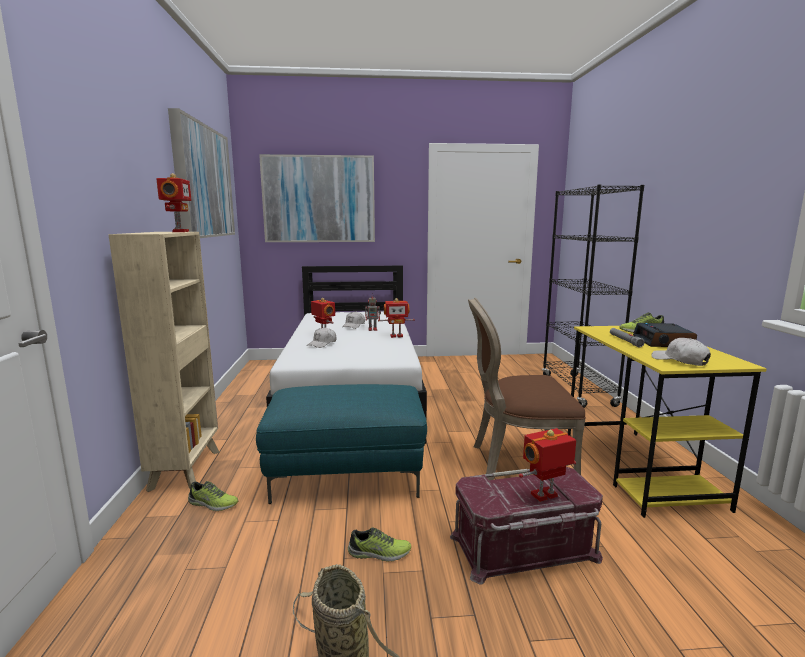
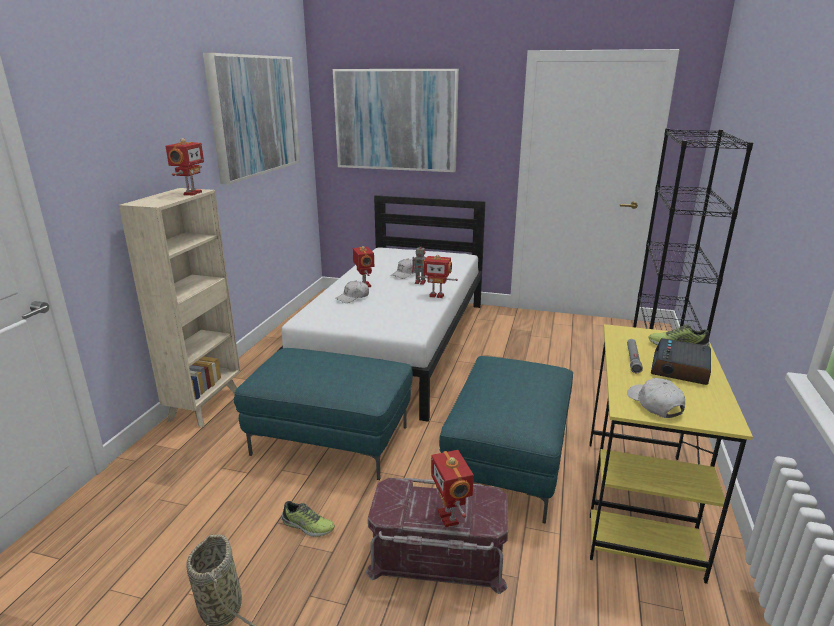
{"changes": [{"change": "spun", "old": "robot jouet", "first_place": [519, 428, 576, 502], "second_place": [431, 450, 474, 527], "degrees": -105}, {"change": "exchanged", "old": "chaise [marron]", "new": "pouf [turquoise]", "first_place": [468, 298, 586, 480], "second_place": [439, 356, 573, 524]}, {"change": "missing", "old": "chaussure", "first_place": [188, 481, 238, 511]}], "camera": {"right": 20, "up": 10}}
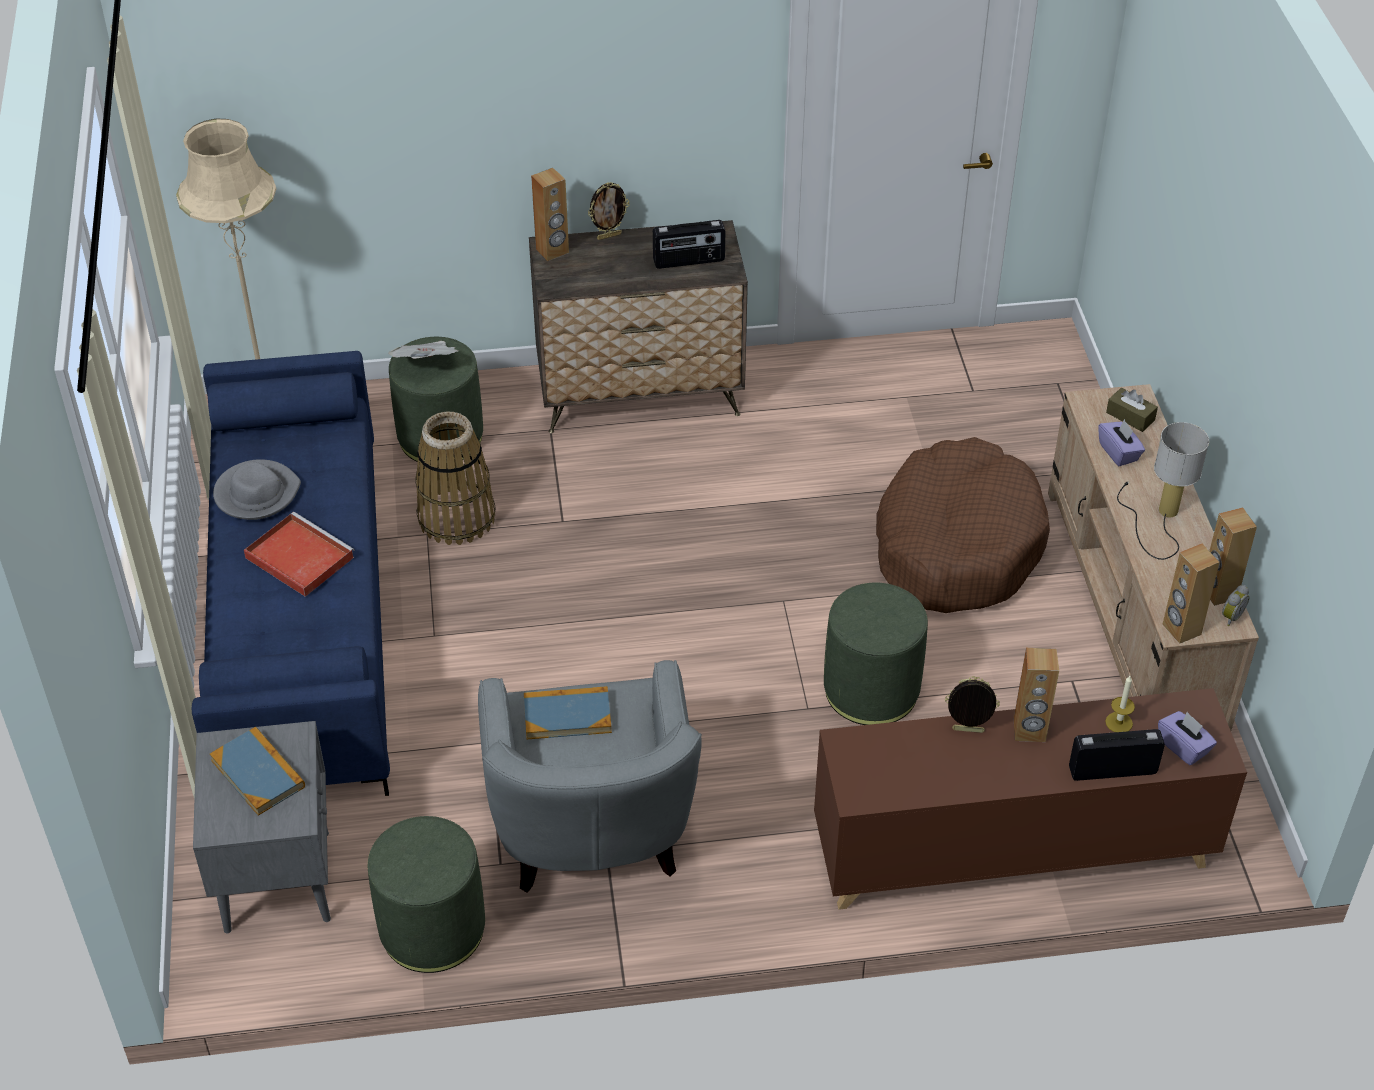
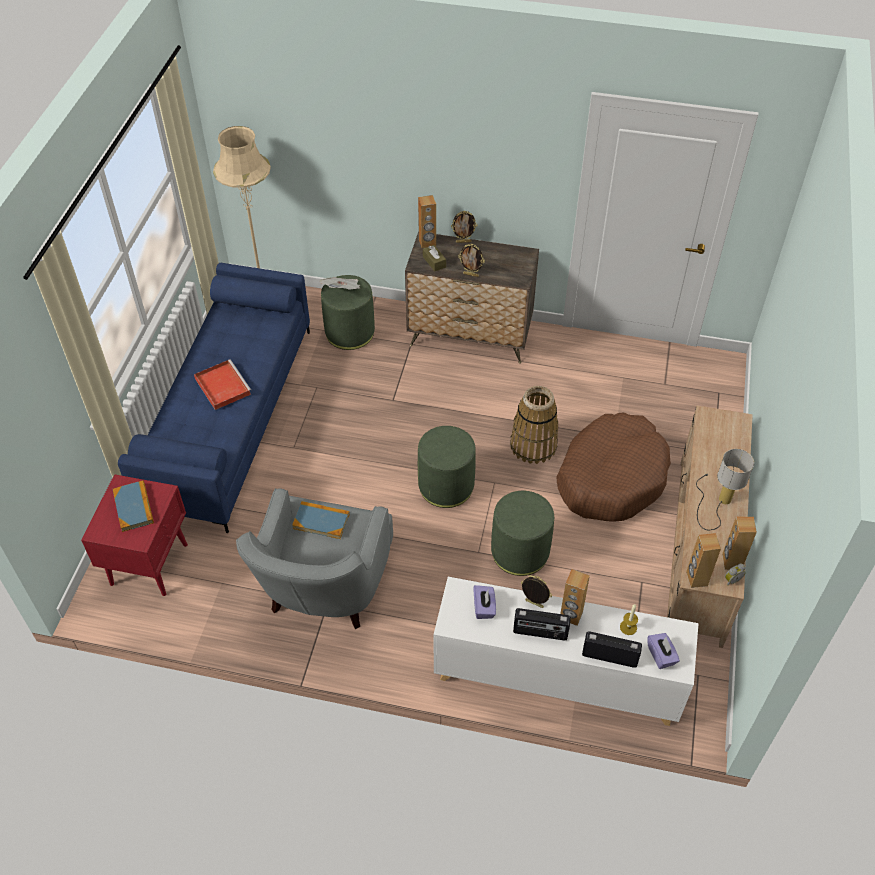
{"changes": [{"change": "colour", "old": "table de chevet [gris]", "new": "table de chevet [rouge]", "first_place": [193, 721, 331, 933], "second_place": [81, 474, 188, 596]}, {"change": "relocated", "old": "pouf [vert]", "first_place": [368, 816, 485, 973], "second_place": [418, 426, 476, 508]}, {"change": "relocated", "old": "boîte à mouchoirs [marron]", "first_place": [1106, 388, 1158, 432], "second_place": [423, 245, 446, 272]}, {"change": "colour", "old": "meuble de rangement [marron]", "new": "meuble de rangement [blanc]", "first_place": [814, 688, 1247, 910], "second_place": [434, 577, 699, 726]}, {"change": "appeared", "new": "cadre photo", "second_place": [458, 244, 485, 277]}, {"change": "relocated", "old": "boîte à mouchoirs [violet]", "first_place": [1098, 419, 1145, 466], "second_place": [474, 585, 496, 619]}, {"change": "relocated", "old": "panier", "first_place": [415, 412, 496, 545], "second_place": [510, 386, 558, 464]}, {"change": "relocated", "old": "radio", "first_place": [653, 220, 725, 269], "second_place": [513, 608, 571, 640]}, {"change": "missing", "old": "chapeau [gris]", "first_place": [213, 459, 301, 520]}], "camera": {"right": 20, "up": 5}}
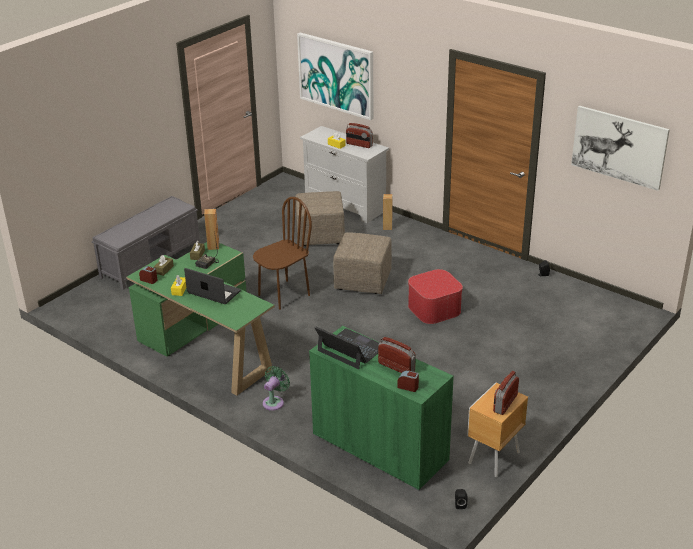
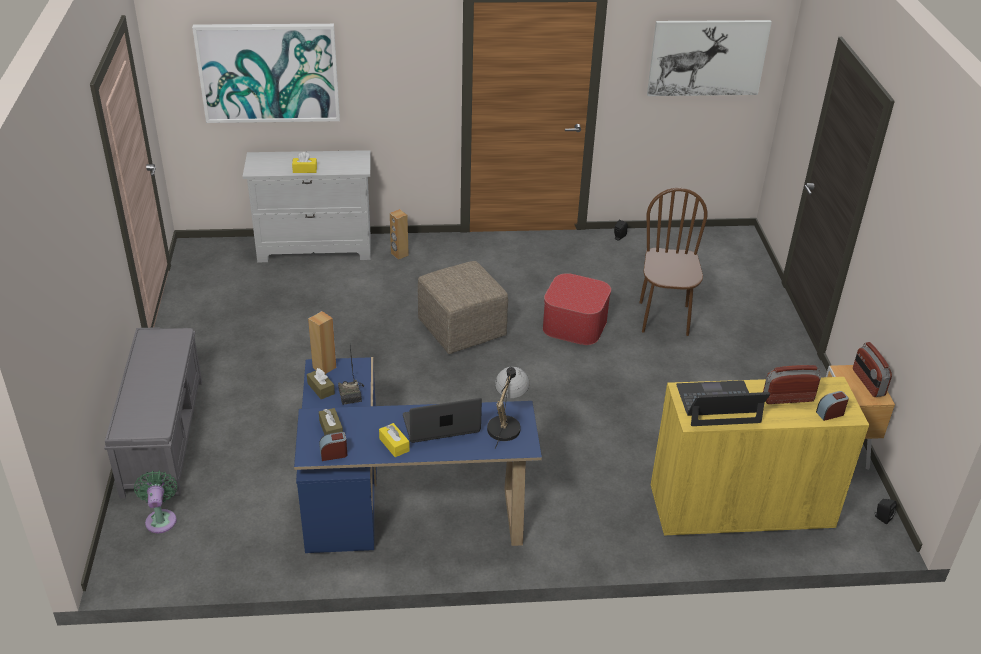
{"changes": [{"change": "relocated", "old": "ventilateur [vert]", "first_place": [263, 366, 290, 411], "second_place": [134, 471, 177, 533]}, {"change": "colour", "old": "bureau [vert]", "new": "bureau [bleu]", "first_place": [126, 242, 275, 395], "second_place": [294, 357, 542, 553]}, {"change": "appeared", "new": "lampe de table", "second_place": [487, 367, 530, 449]}, {"change": "relocated", "old": "chaise [marron]", "first_place": [253, 197, 312, 310], "second_place": [640, 188, 707, 336]}, {"change": "colour", "old": "meuble de rangement [vert]", "new": "meuble de rangement [jaune]", "first_place": [309, 326, 454, 491], "second_place": [651, 377, 869, 537]}, {"change": "missing", "old": "pouf [beige]", "first_place": [295, 191, 345, 246]}, {"change": "missing", "old": "radio", "first_place": [346, 123, 373, 148]}], "camera": {"right": -45, "up": 5}}
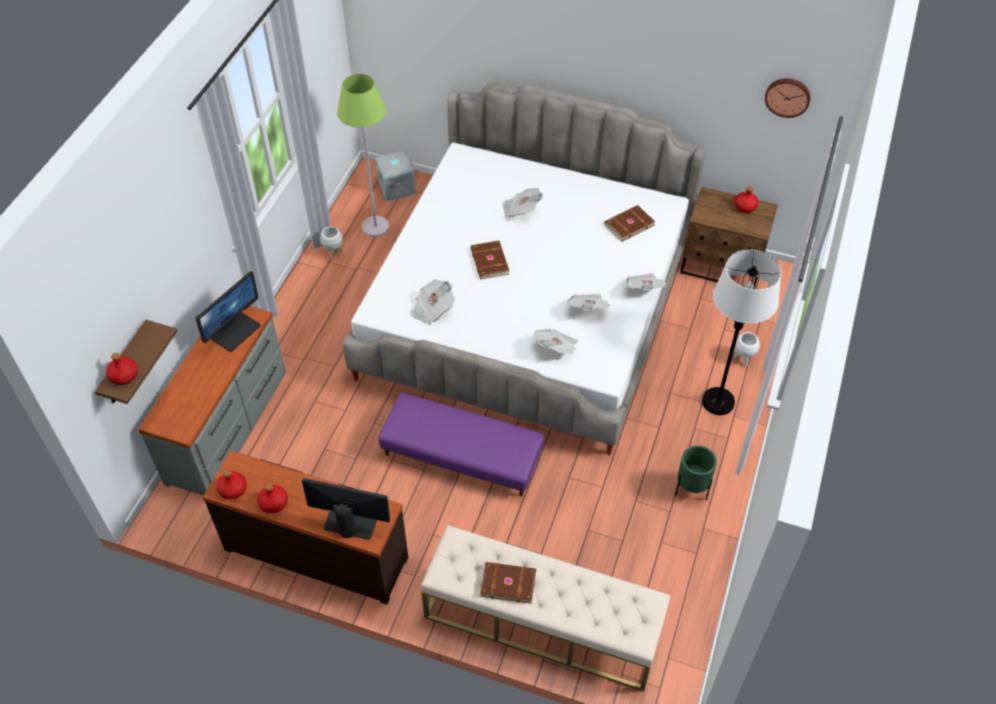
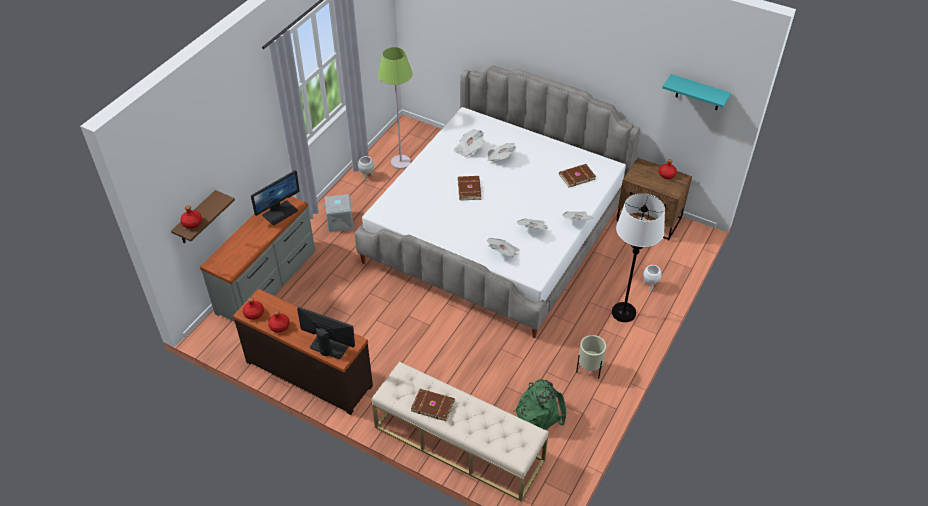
{"changes": [{"change": "relocated", "old": "boîte de rangement [gris]", "first_place": [375, 151, 416, 201], "second_place": [324, 194, 354, 232]}, {"change": "relocated", "old": "journal", "first_place": [410, 279, 455, 325], "second_place": [454, 129, 484, 157]}, {"change": "appeared", "new": "sac à dos [vert]", "second_place": [513, 379, 566, 430]}, {"change": "colour", "old": "cache-pot [vert]", "new": "cache-pot [beige]", "first_place": [675, 445, 717, 500], "second_place": [576, 335, 606, 379]}, {"change": "exchanged", "old": "horloge murale", "new": "étagère [turquoise]", "first_place": [765, 78, 810, 118], "second_place": [662, 74, 731, 110]}, {"change": "missing", "old": "pouf [violet]", "first_place": [378, 393, 544, 496]}], "camera": {"right": 10, "up": -5}}
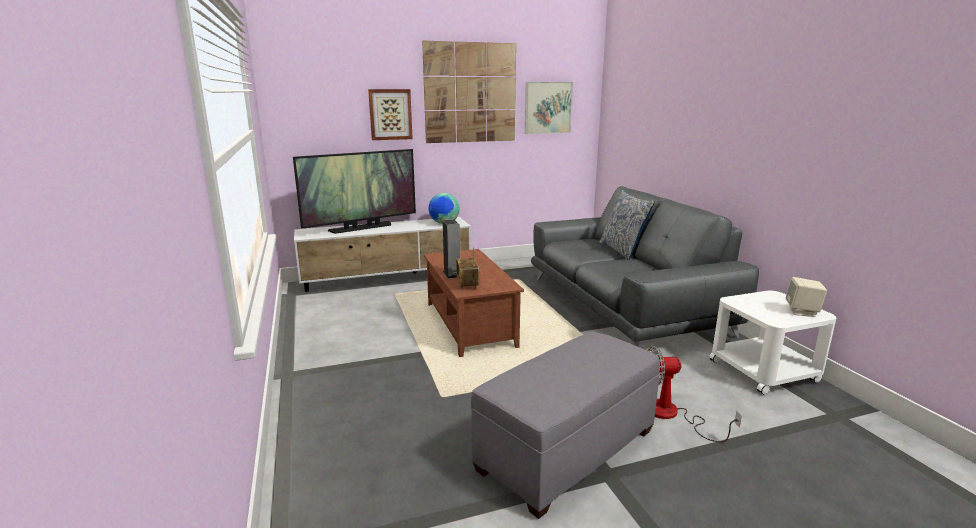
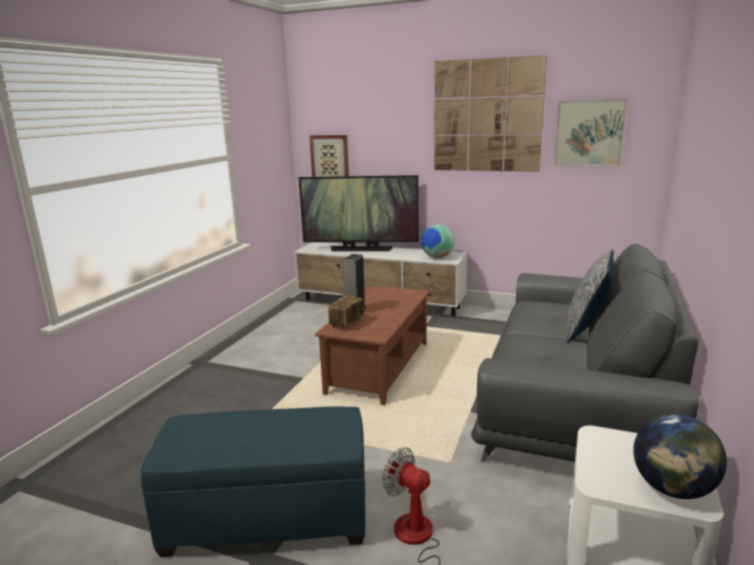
{"changes": [{"change": "colour", "old": "pouf [gris]", "new": "pouf [bleu]", "first_place": [471, 332, 660, 519], "second_place": [140, 406, 365, 557]}, {"change": "relocated", "old": "tableau", "first_place": [368, 89, 413, 140], "second_place": [310, 135, 349, 177]}, {"change": "exchanged", "old": "enceinte [beige]", "new": "globe", "first_place": [786, 277, 827, 317], "second_place": [633, 414, 727, 499]}], "camera": {"right": 40, "up": 0}}
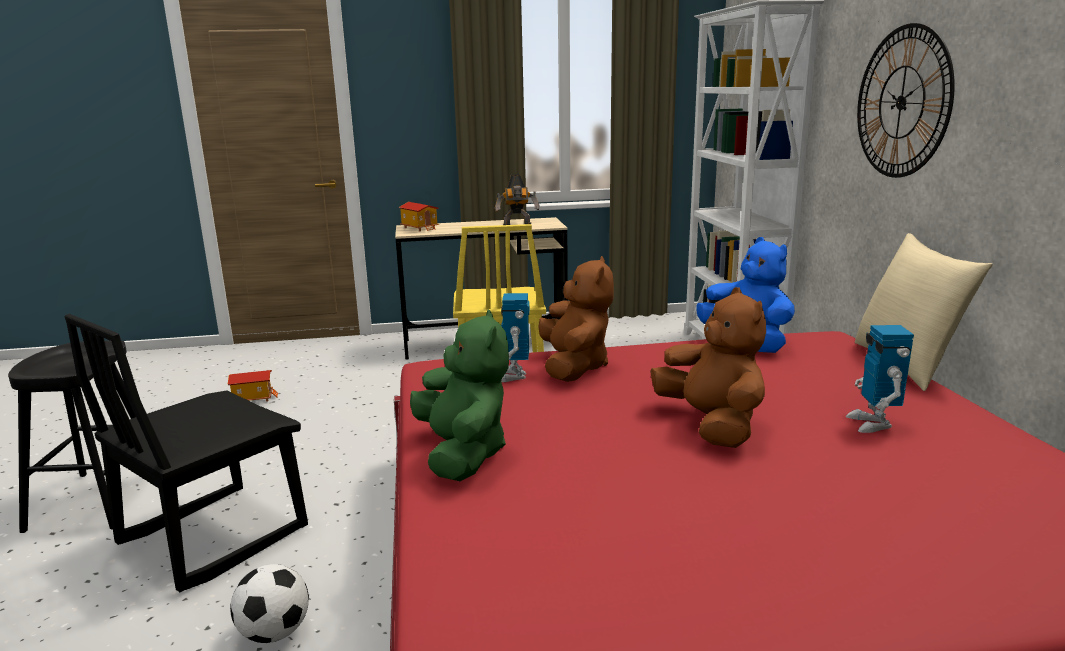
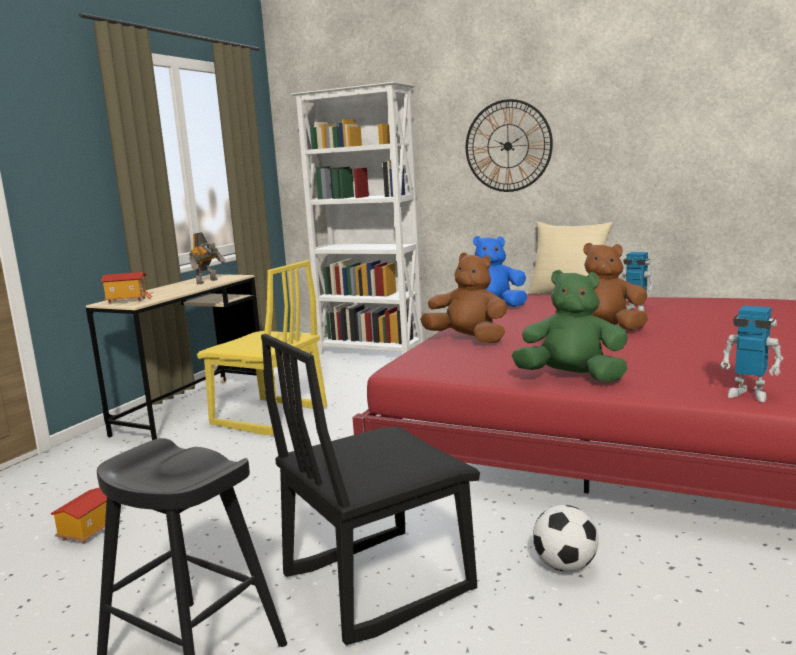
{"changes": [{"change": "spun", "old": "chaise [noir]", "first_place": [64, 314, 308, 592], "second_place": [261, 334, 480, 646], "degrees": 75}, {"change": "relocated", "old": "robot jouet", "first_place": [501, 293, 530, 382], "second_place": [720, 305, 783, 402]}], "camera": {"right": -55, "up": -5}}
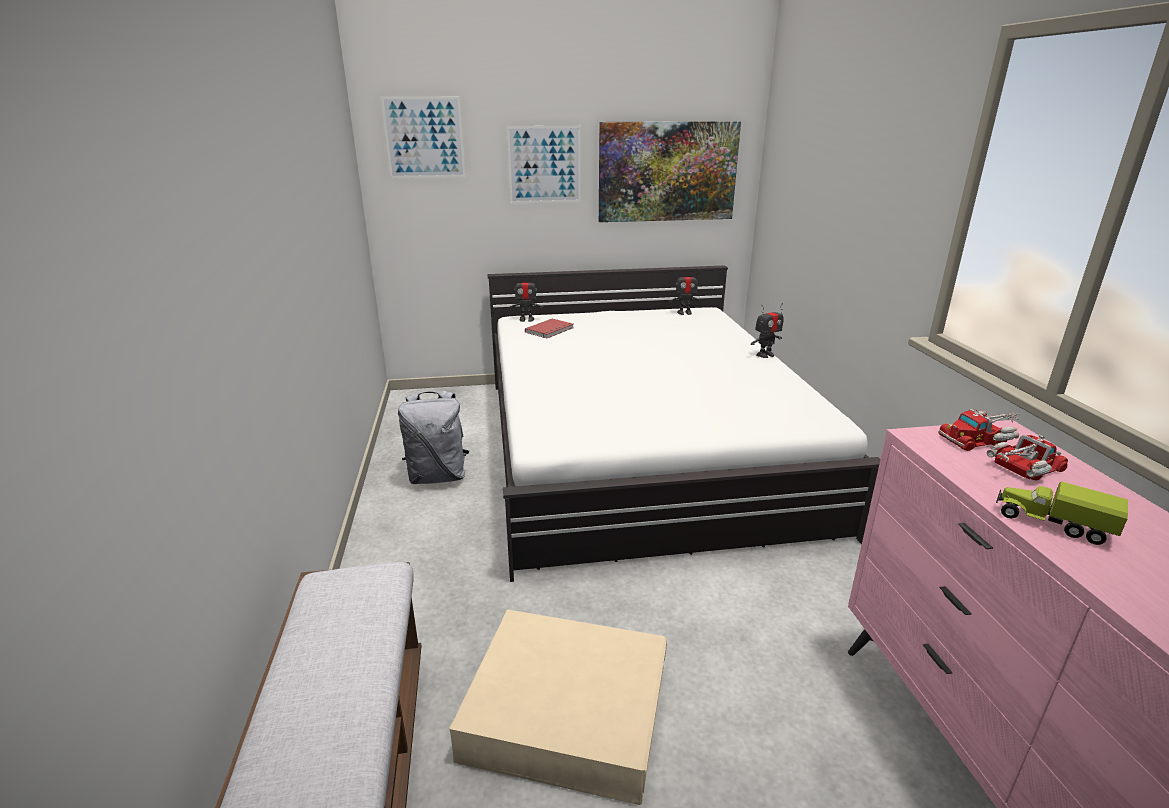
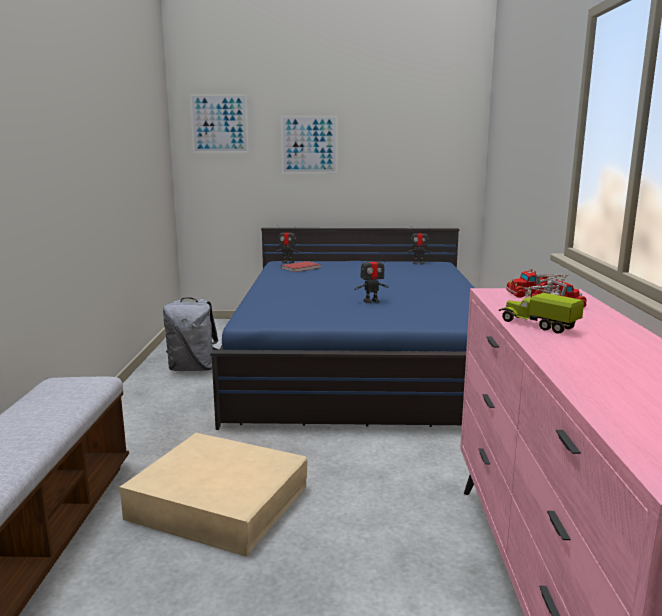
{"changes": [{"change": "colour", "old": "lit [blanc]", "new": "lit [bleu]", "first_place": [487, 265, 880, 582], "second_place": [210, 228, 474, 430]}, {"change": "relocated", "old": "robot jouet", "first_place": [751, 303, 783, 358], "second_place": [354, 253, 388, 303]}, {"change": "missing", "old": "tableau", "first_place": [599, 121, 741, 222]}], "camera": {"right": 10, "up": -10}}
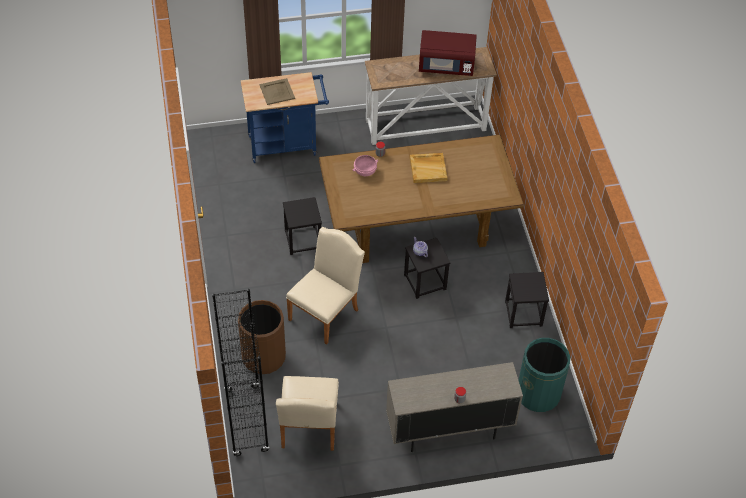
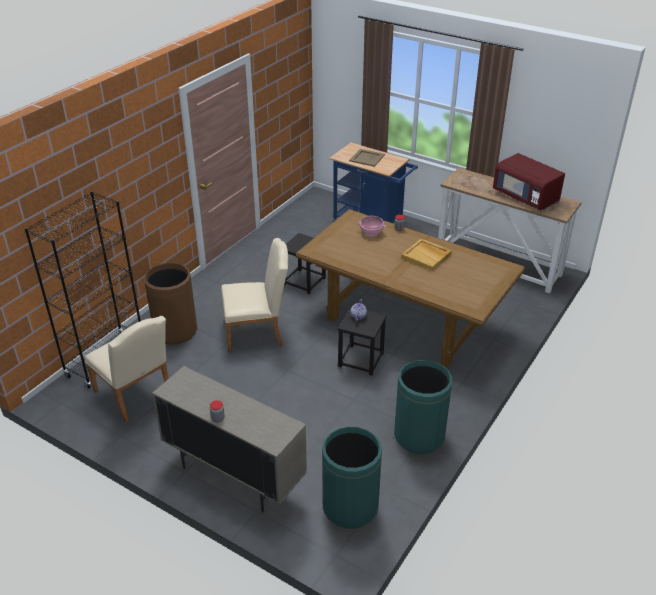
{"changes": [{"change": "spun", "old": "chaise [beige]", "first_place": [276, 376, 339, 451], "second_place": [85, 316, 169, 422], "degrees": -90}, {"change": "exchanged", "old": "tabouret [noir]", "new": "poubelle [vert]", "first_place": [505, 272, 549, 328], "second_place": [394, 360, 452, 454]}], "camera": {"right": 45, "up": -15}}
